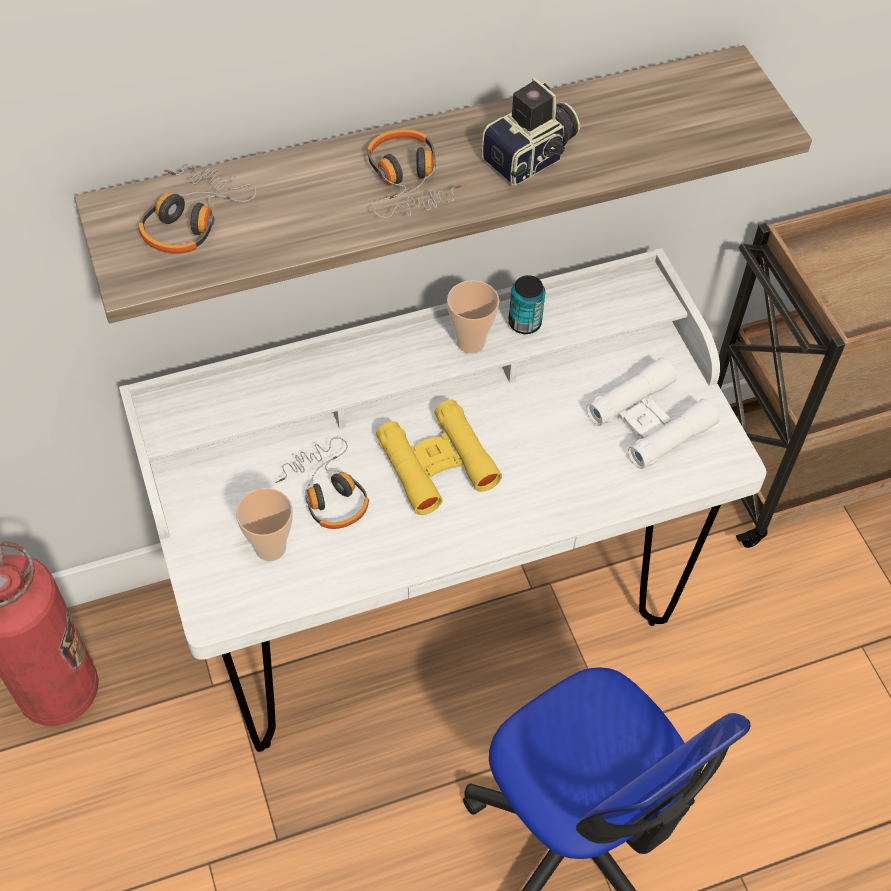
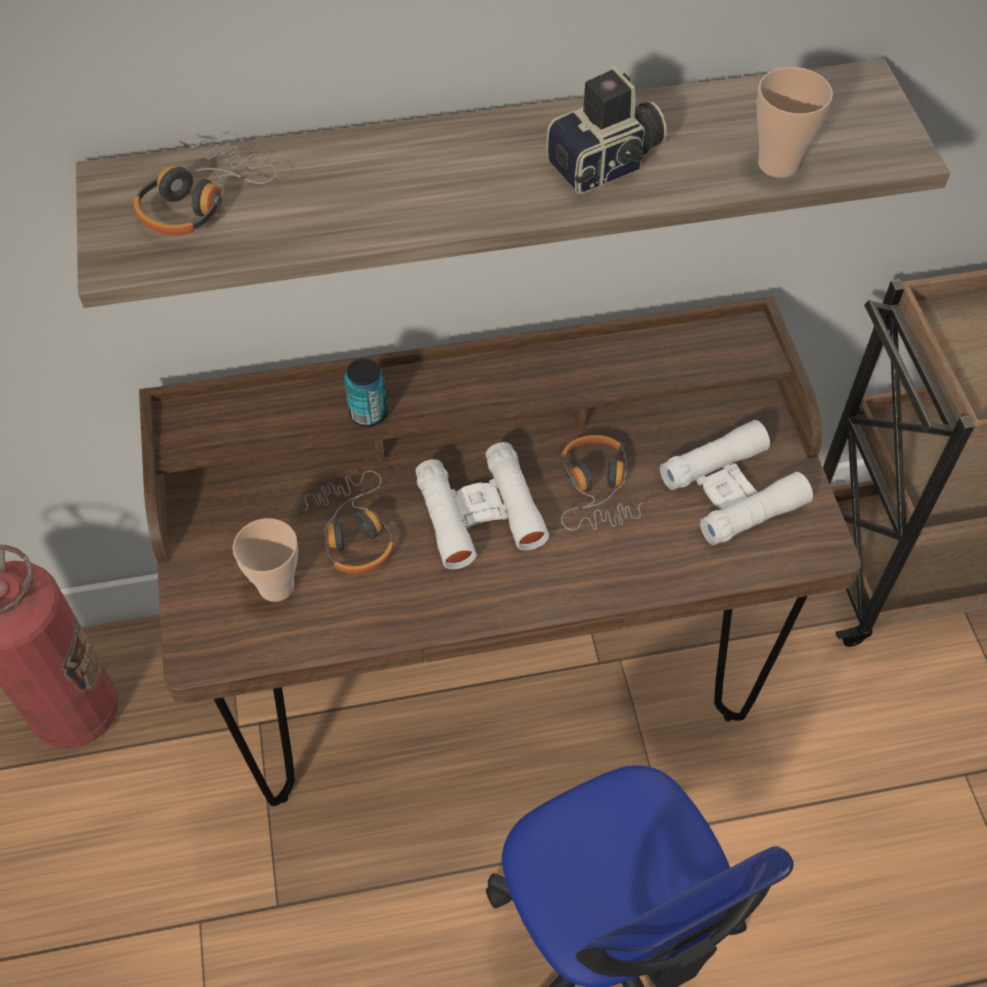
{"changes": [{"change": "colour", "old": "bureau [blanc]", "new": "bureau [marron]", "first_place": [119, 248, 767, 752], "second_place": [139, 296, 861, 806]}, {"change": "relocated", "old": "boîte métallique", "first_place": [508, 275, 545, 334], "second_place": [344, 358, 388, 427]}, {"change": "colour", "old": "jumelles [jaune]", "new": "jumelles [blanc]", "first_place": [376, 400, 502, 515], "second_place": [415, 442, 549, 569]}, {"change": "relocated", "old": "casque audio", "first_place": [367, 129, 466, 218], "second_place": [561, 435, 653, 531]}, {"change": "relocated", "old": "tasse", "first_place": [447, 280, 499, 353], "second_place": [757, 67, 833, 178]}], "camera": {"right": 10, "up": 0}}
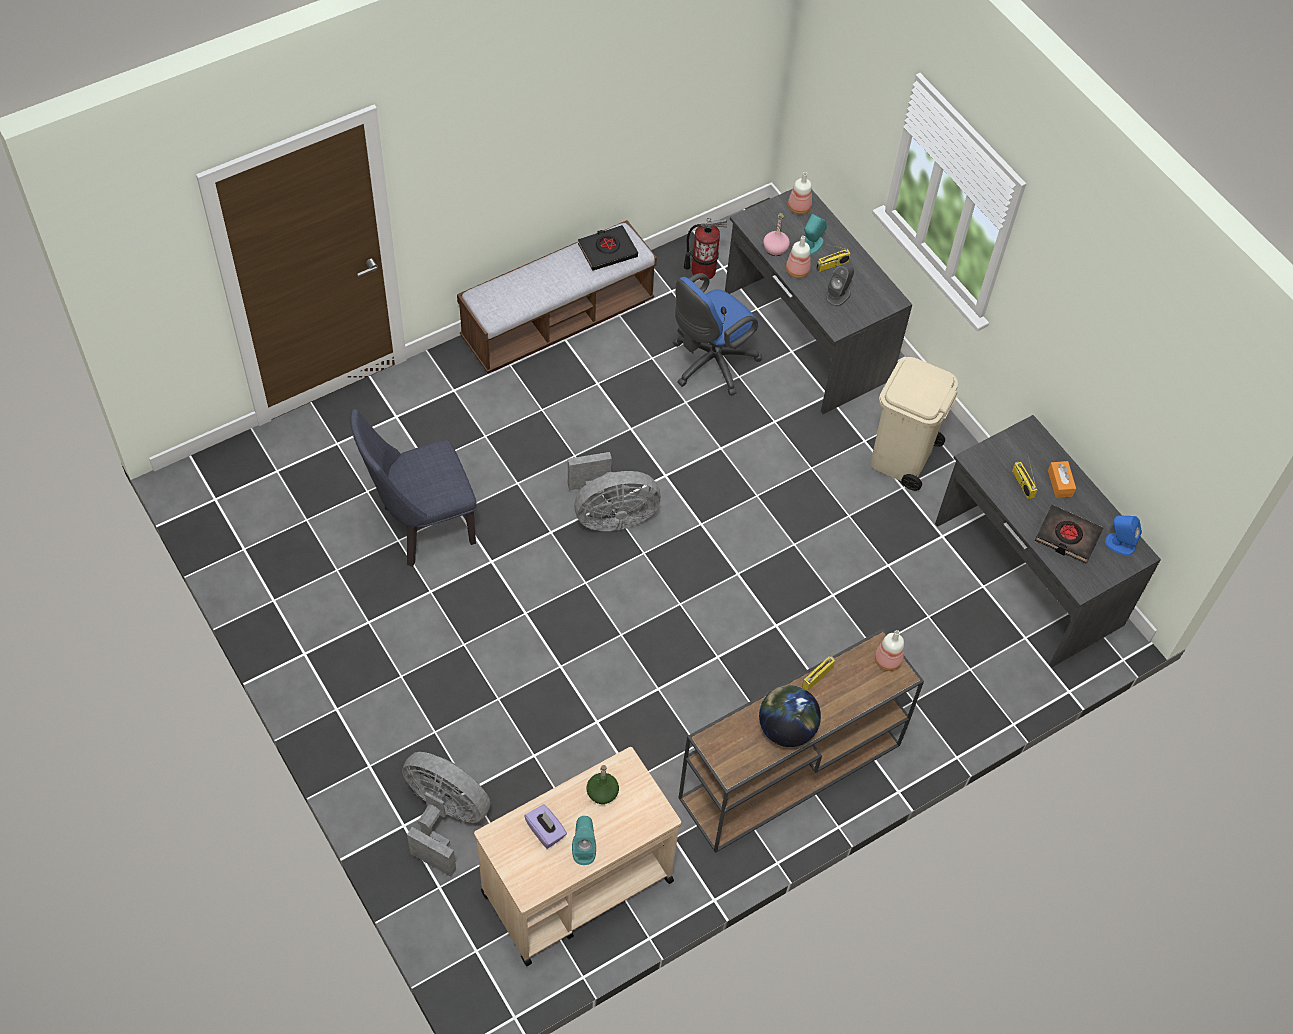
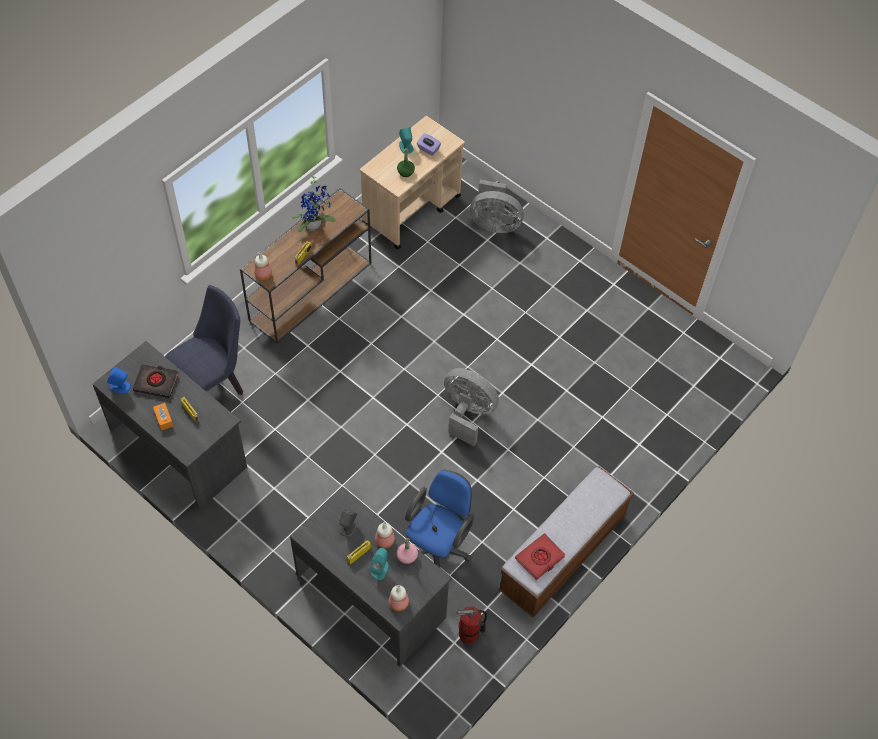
{"changes": [{"change": "relocated", "old": "chaise [bleu]", "first_place": [350, 409, 477, 567], "second_place": [165, 285, 243, 395]}, {"change": "exchanged", "old": "globe", "new": "plante en pot", "first_place": [759, 685, 821, 747], "second_place": [292, 176, 336, 232]}, {"change": "spun", "old": "ventilateur [gris]", "first_place": [568, 452, 661, 531], "second_place": [444, 368, 499, 446], "degrees": 60}, {"change": "colour", "old": "livre [noir]", "new": "livre [rouge]", "first_place": [578, 225, 638, 271], "second_place": [515, 533, 565, 580]}, {"change": "missing", "old": "poubelle [beige]", "first_place": [871, 357, 958, 491]}], "camera": {"right": 165, "up": 0}}
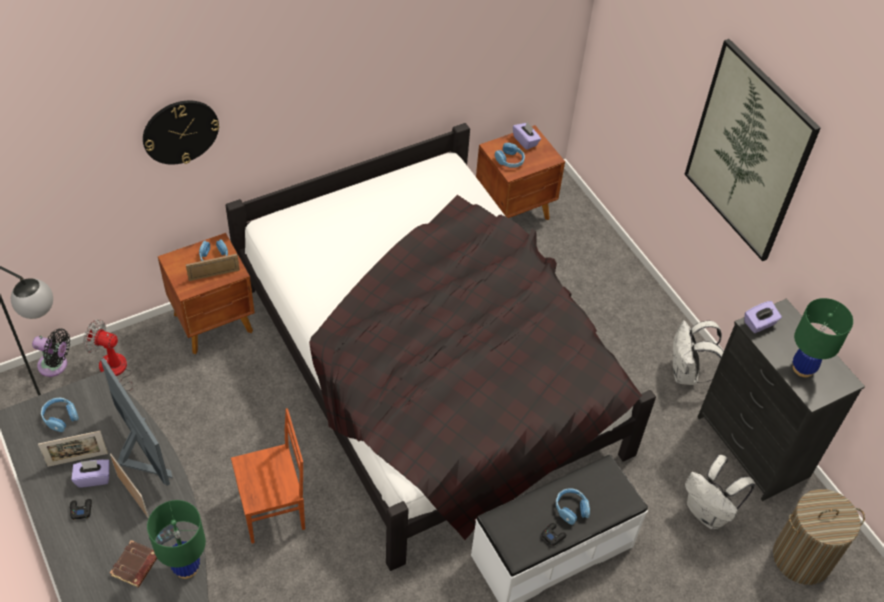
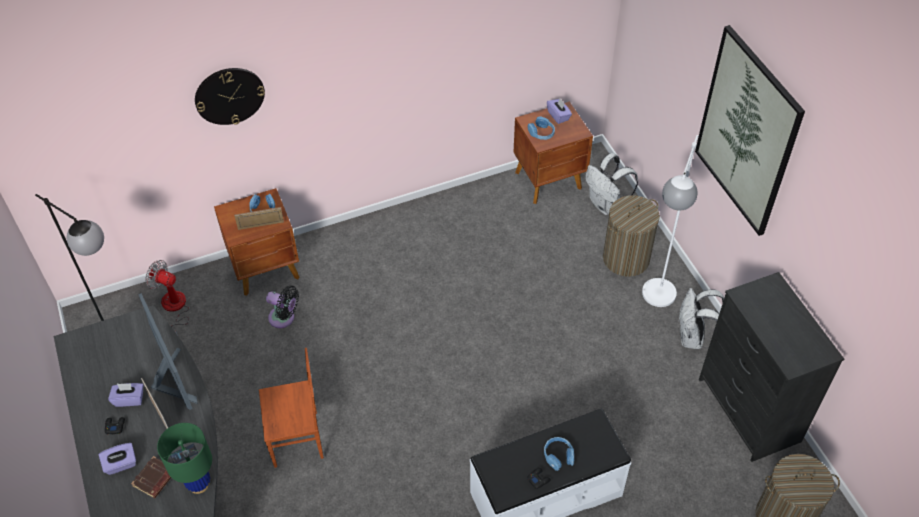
{"changes": [{"change": "relocated", "old": "boîte à mouchoirs [violet]", "first_place": [744, 301, 782, 333], "second_place": [98, 443, 136, 475]}, {"change": "relocated", "old": "ventilateur [noir]", "first_place": [32, 329, 70, 377], "second_place": [266, 286, 299, 328]}, {"change": "relocated", "old": "sac à dos [blanc]", "first_place": [685, 455, 755, 529], "second_place": [585, 153, 638, 215]}, {"change": "appeared", "new": "panier à linge", "second_place": [603, 195, 660, 276]}, {"change": "appeared", "new": "lampadaire [blanc]", "second_place": [642, 135, 698, 307]}, {"change": "missing", "old": "cadre photo", "first_place": [38, 431, 108, 467]}, {"change": "missing", "old": "casque audio [bleu]", "first_place": [41, 398, 78, 432]}, {"change": "missing", "old": "lit [noir]", "first_place": [225, 123, 656, 571]}, {"change": "missing", "old": "lampe de table [vert]", "first_place": [793, 298, 853, 377]}], "camera": {"right": 10, "up": 0}}
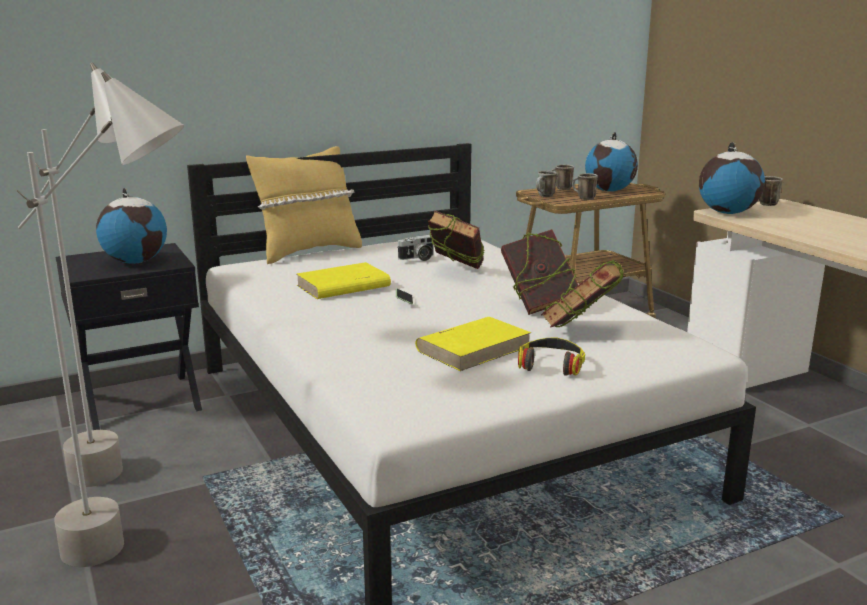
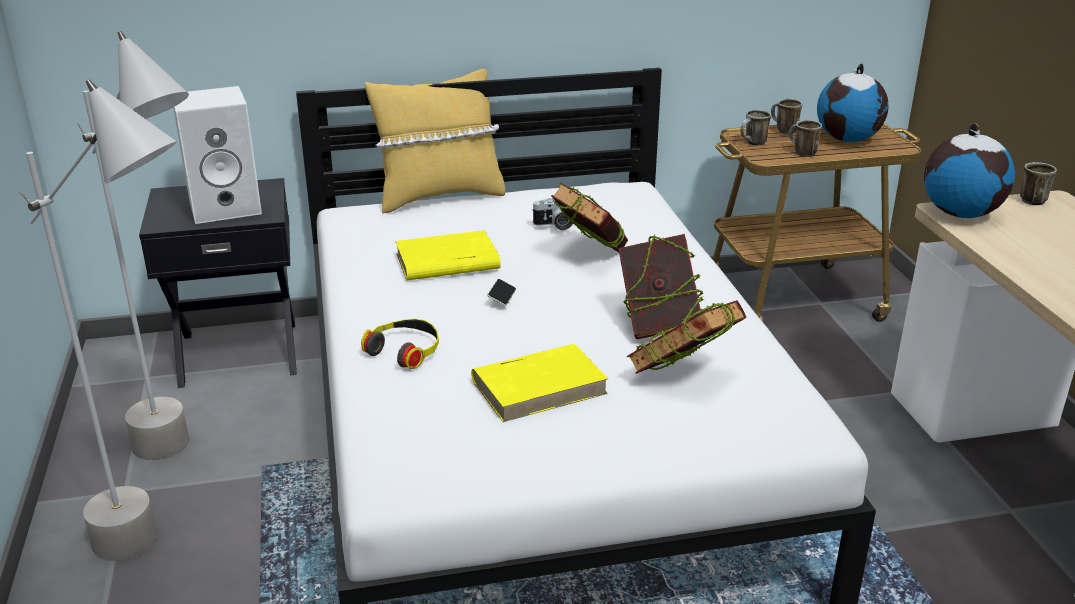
{"changes": [{"change": "exchanged", "old": "globe", "new": "enceinte [blanc]", "first_place": [96, 188, 167, 264], "second_place": [173, 86, 262, 224]}, {"change": "relocated", "old": "casque audio", "first_place": [518, 338, 585, 376], "second_place": [361, 319, 439, 369]}], "camera": {"right": 15, "up": 10}}
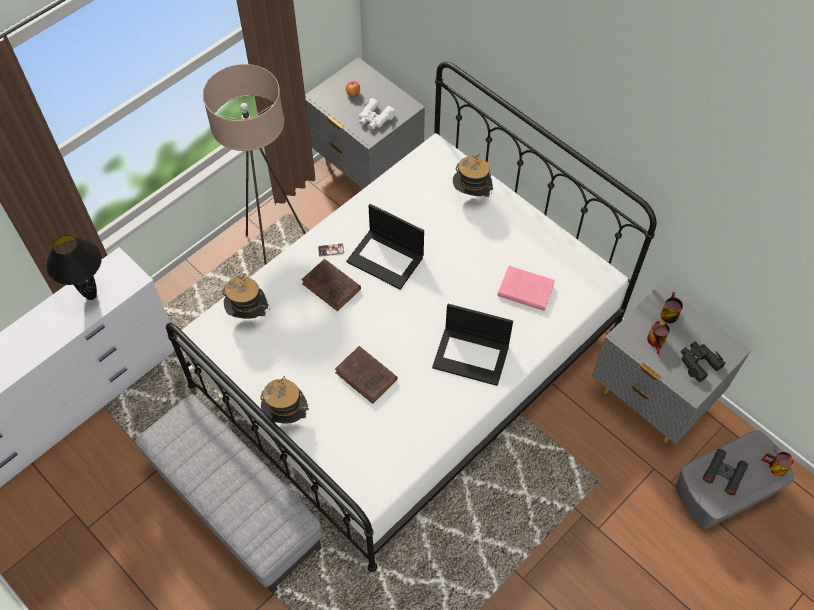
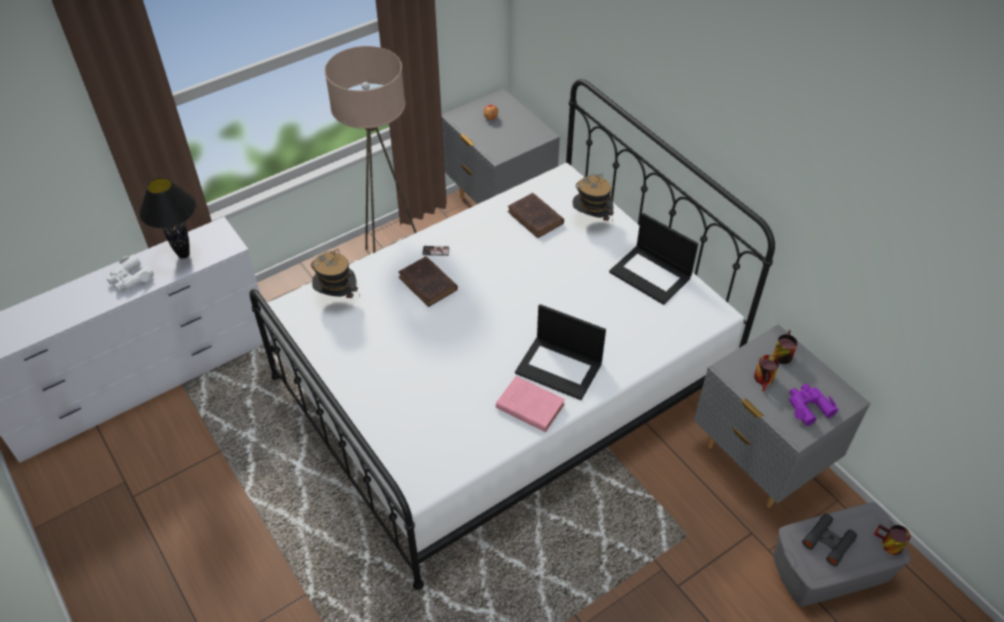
{"changes": [{"change": "relocated", "old": "jumelles [blanc]", "first_place": [359, 98, 395, 130], "second_place": [107, 255, 154, 291]}, {"change": "relocated", "old": "livre [rose]", "first_place": [497, 266, 555, 311], "second_place": [496, 376, 565, 432]}, {"change": "relocated", "old": "livre [marron]", "first_place": [335, 346, 397, 404], "second_place": [508, 193, 564, 238]}, {"change": "relocated", "old": "ordinateur portable", "first_place": [346, 204, 424, 290], "second_place": [609, 213, 698, 305]}, {"change": "colour", "old": "jumelles [noir]", "new": "jumelles [violet]", "first_place": [681, 342, 726, 382], "second_place": [789, 383, 839, 426]}, {"change": "missing", "old": "pouf [gris]", "first_place": [136, 394, 322, 594]}, {"change": "missing", "old": "chapeau", "first_place": [260, 376, 309, 424]}], "camera": {"right": 10, "up": -10}}
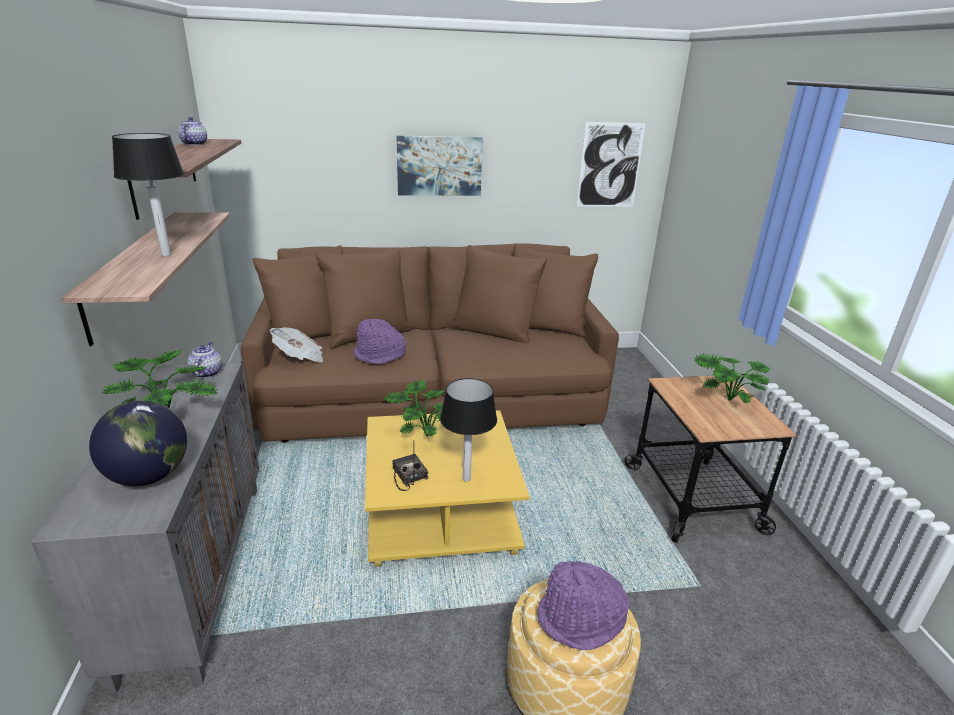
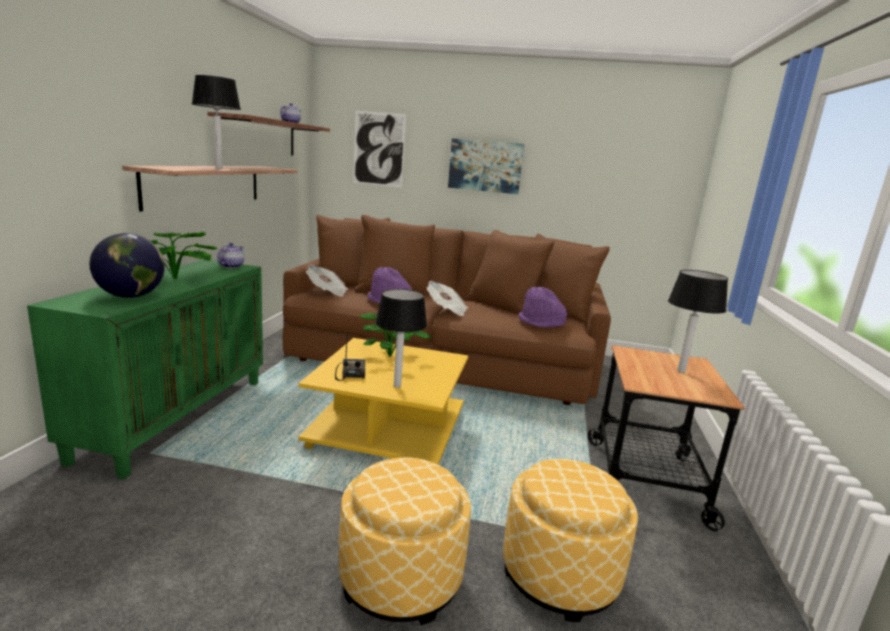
{"changes": [{"change": "colour", "old": "meuble de rangement [gris]", "new": "meuble de rangement [vert]", "first_place": [31, 363, 259, 695], "second_place": [27, 260, 263, 480]}, {"change": "relocated", "old": "tableau", "first_place": [577, 122, 646, 207], "second_place": [353, 111, 406, 187]}, {"change": "appeared", "new": "journal", "second_place": [427, 281, 468, 316]}, {"change": "appeared", "new": "pouf", "second_place": [503, 459, 638, 622]}, {"change": "relocated", "old": "chapeau [violet]", "first_place": [537, 560, 629, 650], "second_place": [518, 287, 567, 328]}, {"change": "exchanged", "old": "plante en pot", "new": "lampe de table", "first_place": [694, 353, 770, 404], "second_place": [668, 270, 728, 373]}], "camera": {"right": 20, "up": -10}}
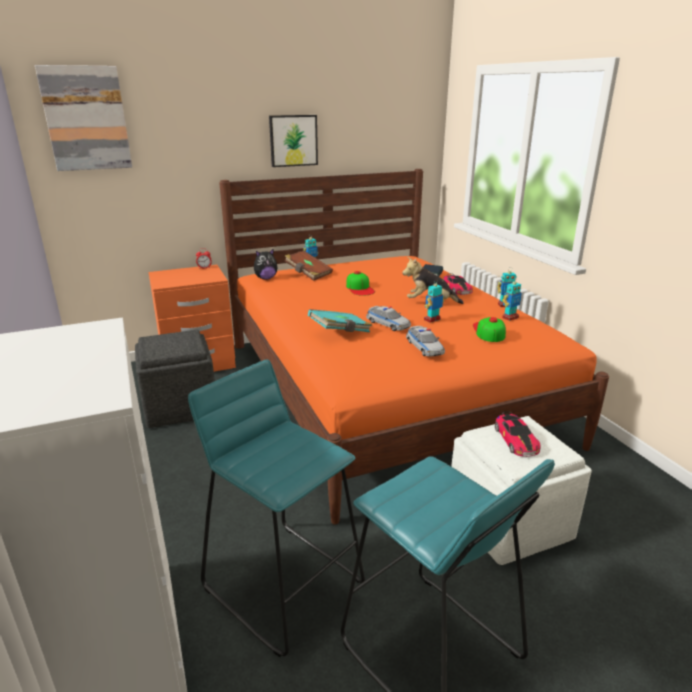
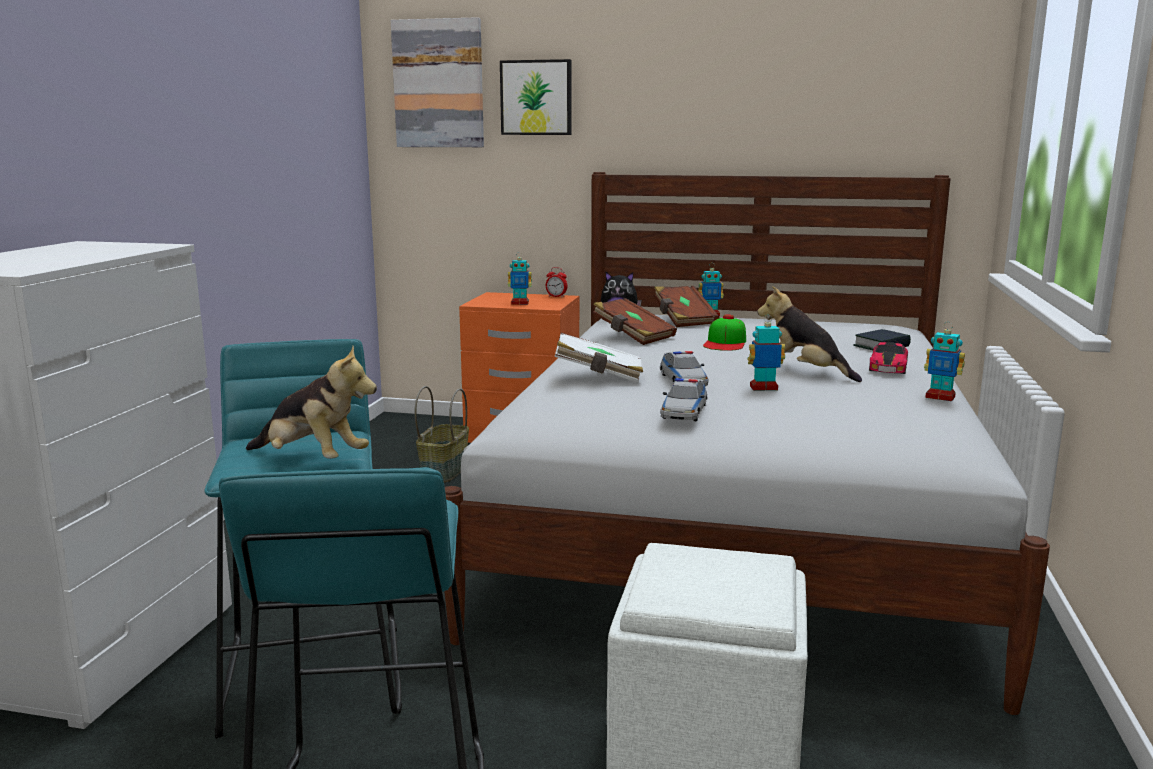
{"changes": [{"change": "appeared", "new": "peluche", "second_place": [246, 346, 377, 459]}, {"change": "exchanged", "old": "pouf [gris]", "new": "panier", "first_place": [135, 329, 215, 428], "second_place": [415, 386, 469, 483]}, {"change": "colour", "old": "lit [orange]", "new": "lit [blanc]", "first_place": [219, 169, 609, 525], "second_place": [444, 172, 1050, 715]}, {"change": "relocated", "old": "tableau", "first_place": [269, 115, 318, 167], "second_place": [500, 59, 572, 135]}, {"change": "relocated", "old": "robot jouet", "first_place": [502, 278, 522, 321], "second_place": [508, 252, 532, 305]}, {"change": "colour", "old": "livre [turquoise]", "new": "livre [blanc]", "first_place": [308, 309, 372, 332], "second_place": [555, 332, 643, 383]}, {"change": "appeared", "new": "livre [marron]", "second_place": [592, 298, 677, 345]}, {"change": "missing", "old": "casquette", "first_place": [473, 317, 506, 342]}, {"change": "missing", "old": "petite voiture", "first_place": [495, 412, 541, 457]}], "camera": {"right": 35, "up": -10}}
